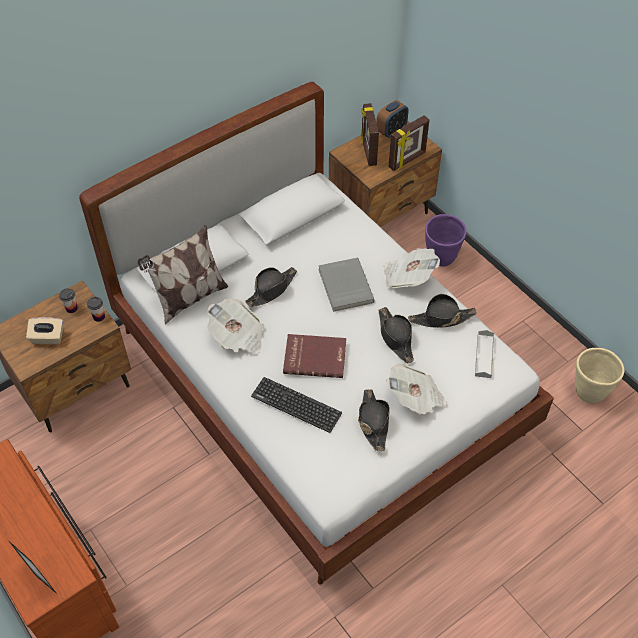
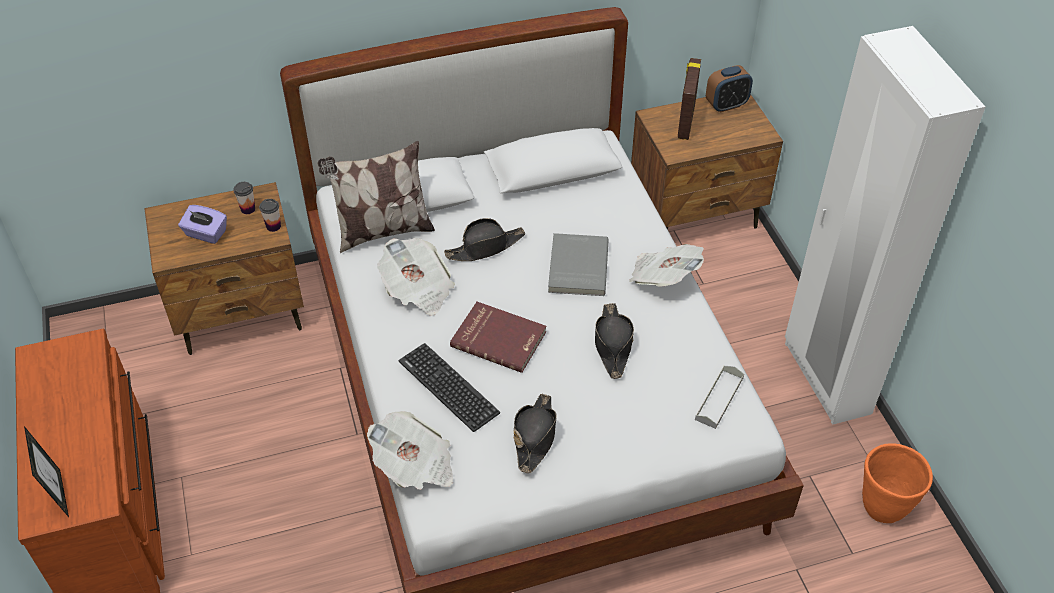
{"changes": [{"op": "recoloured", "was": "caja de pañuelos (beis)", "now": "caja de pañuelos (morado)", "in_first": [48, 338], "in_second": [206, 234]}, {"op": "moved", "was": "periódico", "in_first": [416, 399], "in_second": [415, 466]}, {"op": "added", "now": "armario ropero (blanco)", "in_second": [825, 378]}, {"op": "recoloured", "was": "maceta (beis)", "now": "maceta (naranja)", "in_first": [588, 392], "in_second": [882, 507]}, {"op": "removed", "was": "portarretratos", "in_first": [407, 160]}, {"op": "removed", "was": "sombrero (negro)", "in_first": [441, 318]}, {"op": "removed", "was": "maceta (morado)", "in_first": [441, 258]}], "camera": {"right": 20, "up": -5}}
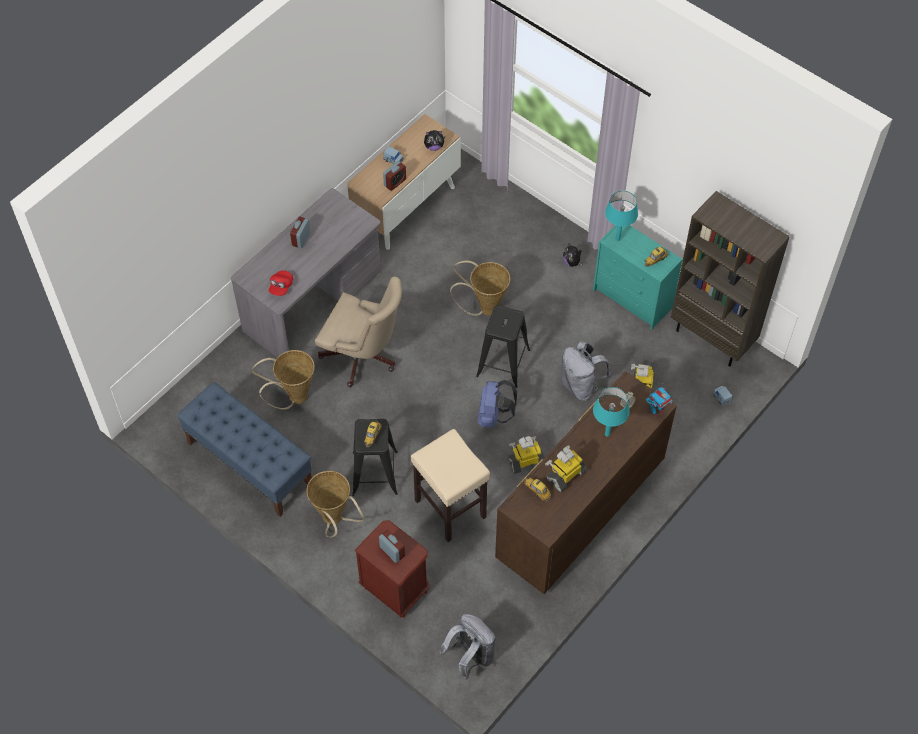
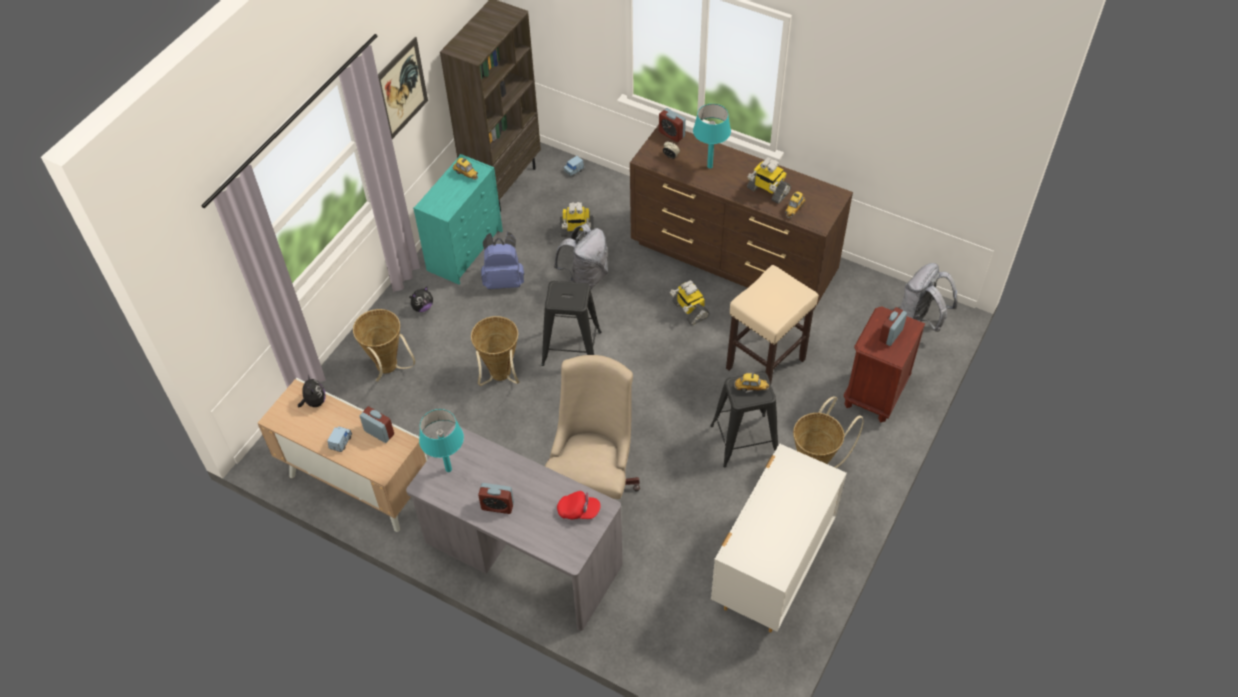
{"changes": [{"op": "moved", "was": "cesta", "in_first": [293, 397], "in_second": [389, 369]}, {"op": "added", "now": "cuadro", "in_second": [401, 89]}, {"op": "moved", "was": "lámpara de mesa (turquesa)", "in_first": [617, 239], "in_second": [449, 469]}, {"op": "moved", "was": "mochila (azul)", "in_first": [494, 416], "in_second": [504, 280]}, {"op": "replaced", "was": "robot de juguete", "now": "despertador", "in_first": [656, 411], "in_second": [671, 134]}, {"op": "replaced", "was": "banco (azul)", "now": "cómoda (blanco)", "in_first": [249, 463], "in_second": [771, 571]}], "camera": {"right": -100, "up": -5}}
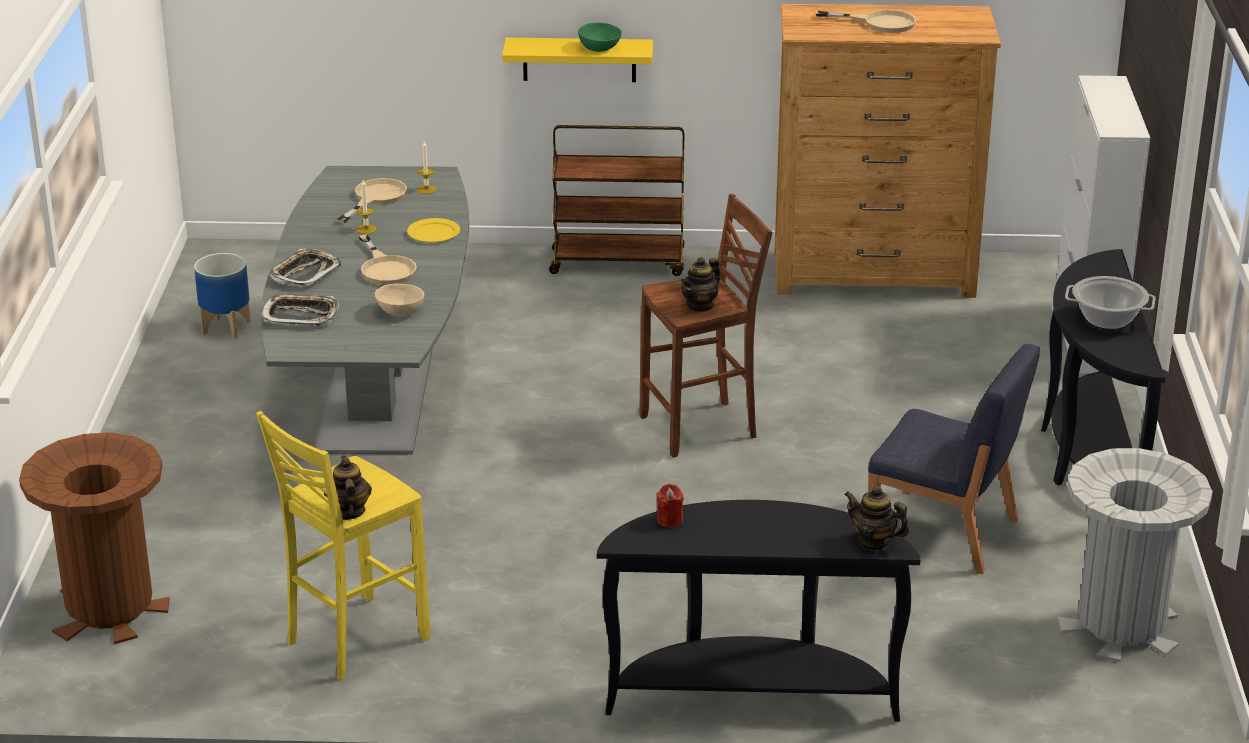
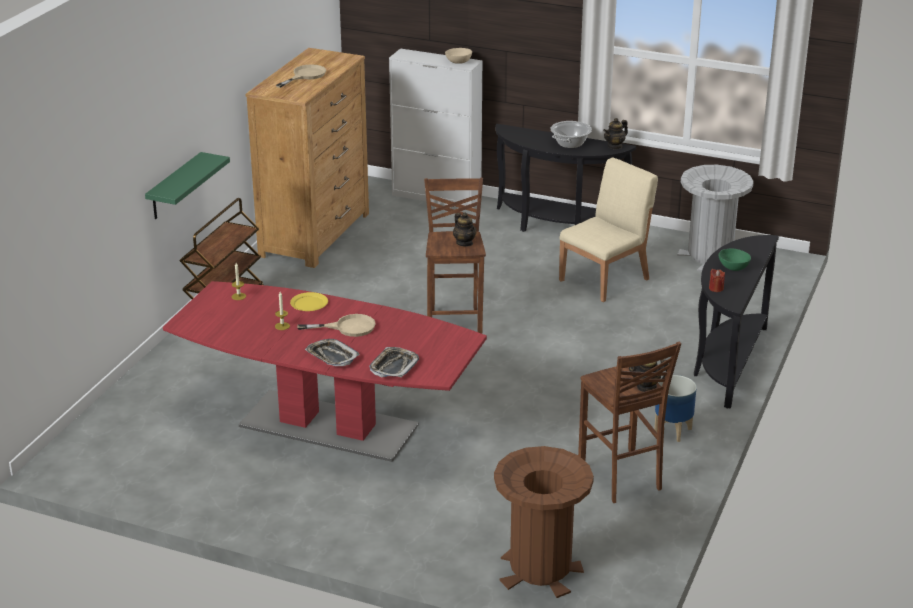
{"changes": [{"op": "recoloured", "was": "estante (amarillo)", "now": "estante (verde)", "in_first": [579, 59], "in_second": [174, 187]}, {"op": "recoloured", "was": "mesa de comedor (gris)", "now": "mesa de comedor (rojo)", "in_first": [377, 392], "in_second": [328, 425]}, {"op": "moved", "was": "cuenco (beis)", "in_first": [400, 312], "in_second": [459, 62]}, {"op": "recoloured", "was": "silla (azul)", "now": "silla (beis)", "in_first": [944, 532], "in_second": [605, 279]}, {"op": "recoloured", "was": "taburete (amarillo)", "now": "taburete (marrón)", "in_first": [353, 640], "in_second": [621, 479]}, {"op": "moved", "was": "tetera", "in_first": [874, 542], "in_second": [615, 146]}, {"op": "moved", "was": "maceta", "in_first": [227, 327], "in_second": [673, 430]}, {"op": "moved", "was": "cuenco (verde)", "in_first": [598, 48], "in_second": [733, 267]}, {"op": "removed", "was": "sartén (beis)", "in_first": [375, 198]}], "camera": {"right": -70, "up": 0}}
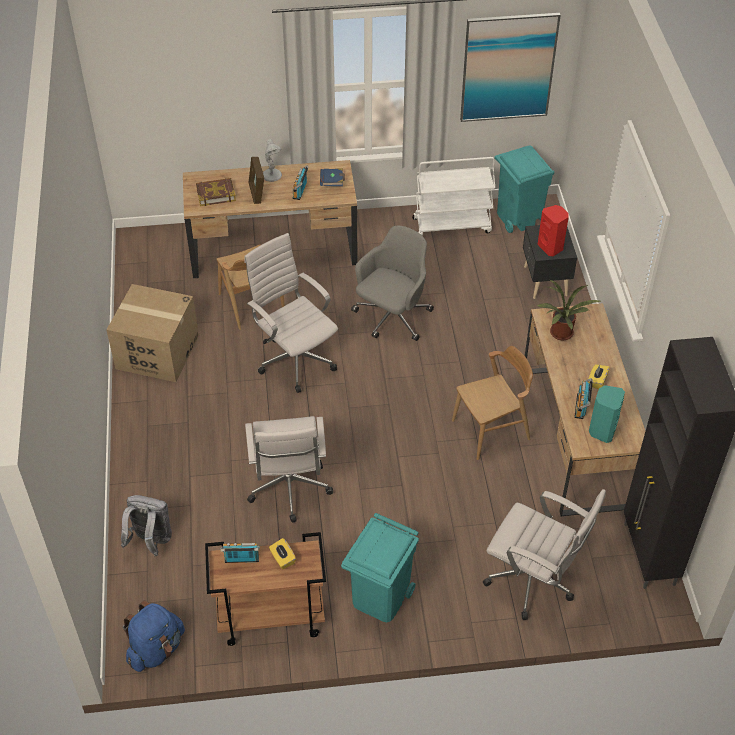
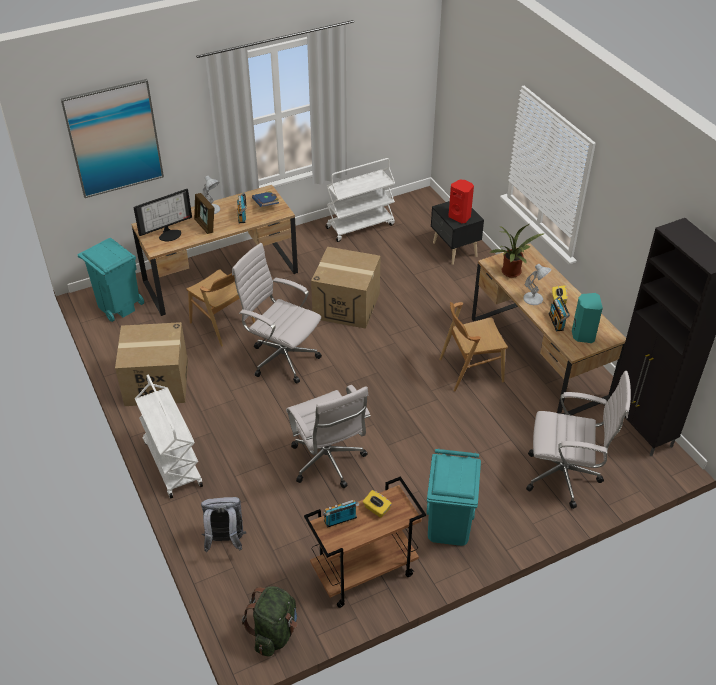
{"changes": [{"op": "moved", "was": "cuadro", "in_first": [508, 67], "in_second": [114, 139]}, {"op": "moved", "was": "papelera (turquesa)", "in_first": [518, 218], "in_second": [118, 306]}, {"op": "replaced", "was": "libro", "now": "monitor", "in_first": [215, 194], "in_second": [169, 234]}, {"op": "added", "now": "carrito (blanco)", "in_second": [172, 463]}, {"op": "recoloured", "was": "mochila (azul)", "now": "mochila (verde)", "in_first": [156, 649], "in_second": [274, 632]}, {"op": "replaced", "was": "silla de oficina (gris)", "now": "caja de cartón", "in_first": [392, 317], "in_second": [346, 305]}, {"op": "turned", "was": "silla (marrón)", "in_first": [491, 430], "in_second": [470, 370], "clockwise": -150}, {"op": "added", "now": "lámpara de mesa (blanco)", "in_second": [534, 299]}], "camera": {"right": -20, "up": -5}}
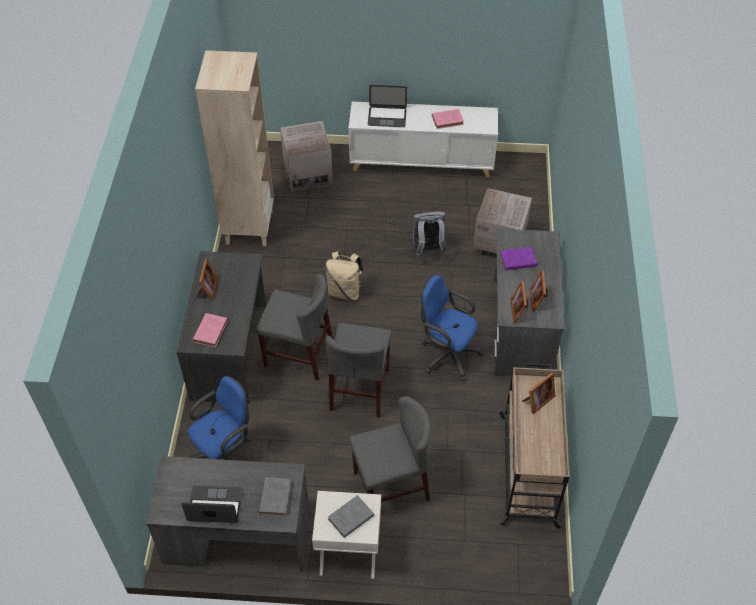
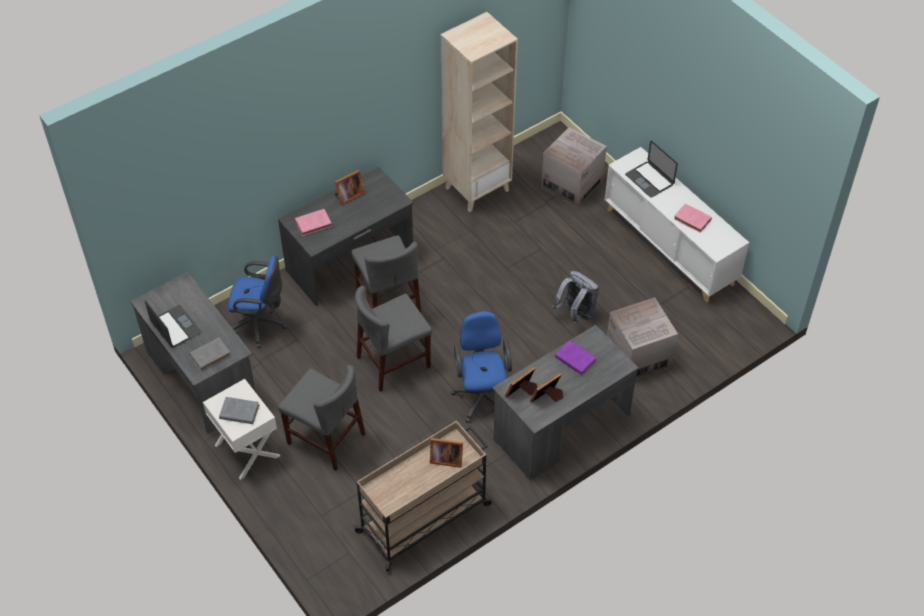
{"changes": [{"op": "removed", "was": "mochila (beis)", "in_first": [345, 291]}], "camera": {"right": 50, "up": 0}}
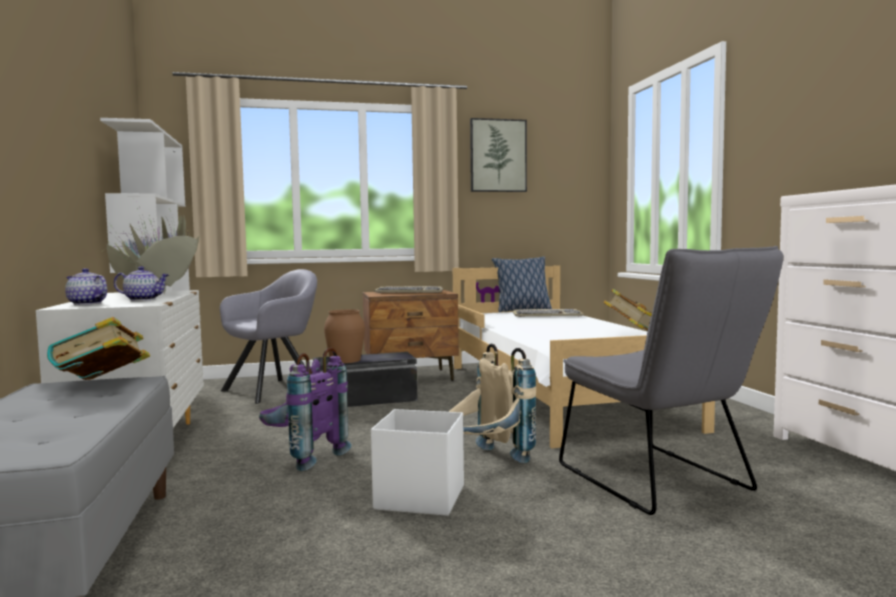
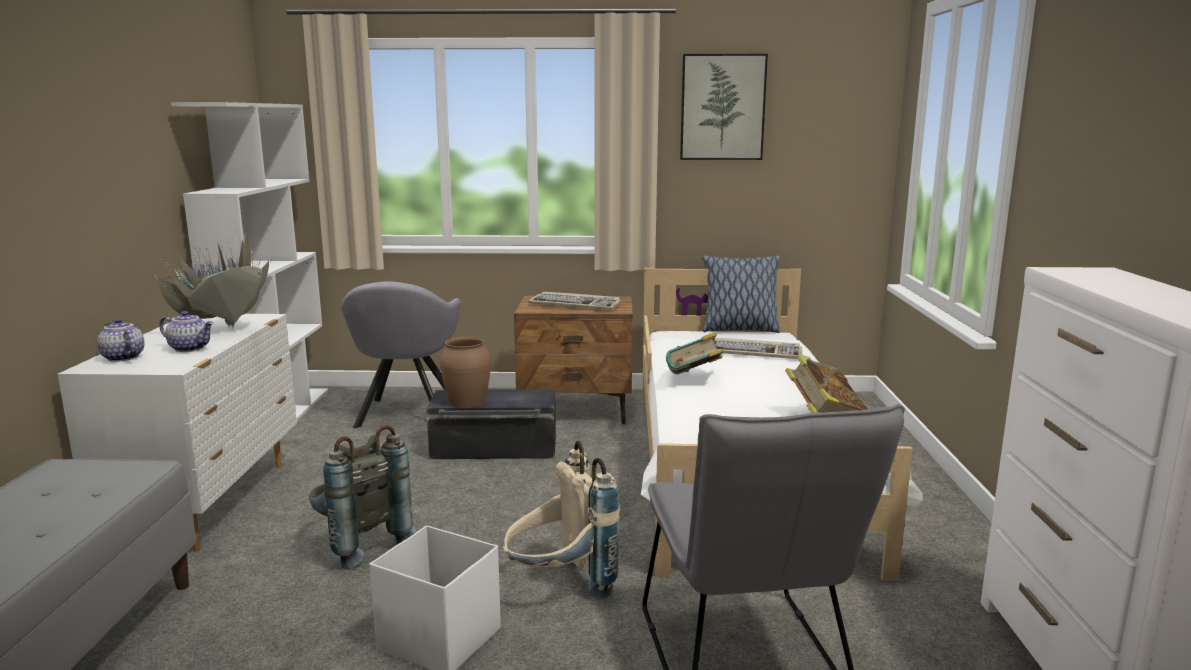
{"changes": [{"op": "recoloured", "was": "mochila (morado)", "now": "mochila (gris)", "in_first": [302, 457], "in_second": [359, 543]}, {"op": "turned", "was": "sillón (gris)", "in_first": [275, 389], "in_second": [406, 415], "clockwise": 120}, {"op": "moved", "was": "libro", "in_first": [103, 384], "in_second": [694, 380]}], "camera": {"right": 15, "up": 10}}
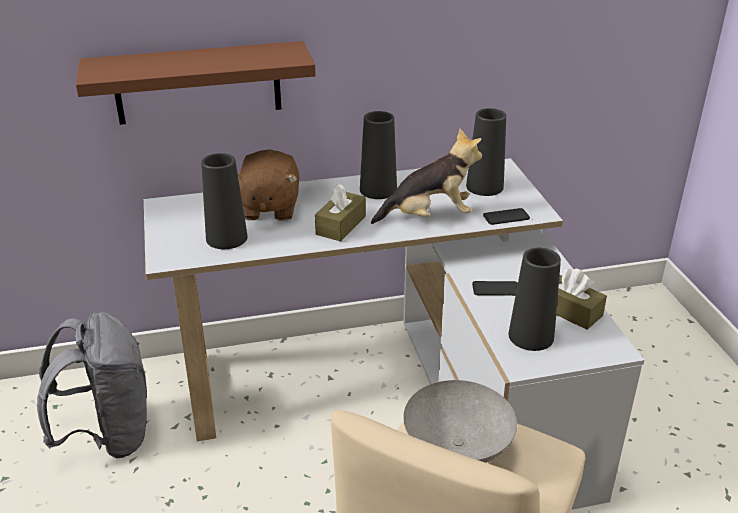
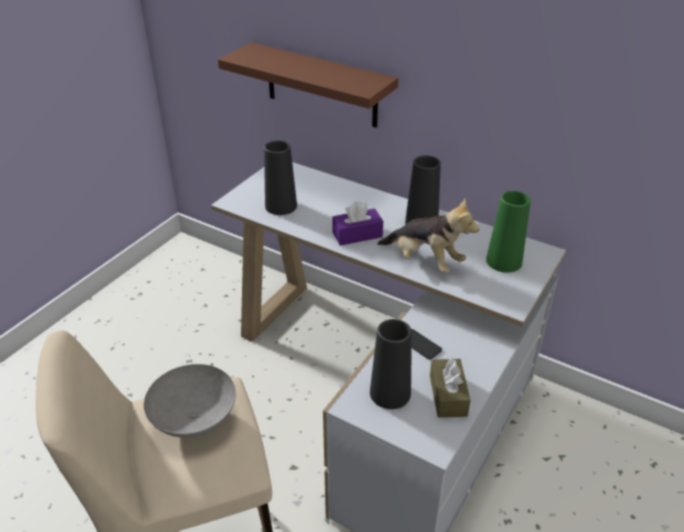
{"changes": [{"op": "recoloured", "was": "caja de pañuelos (marrón)", "now": "caja de pañuelos (morado)", "in_first": [341, 225], "in_second": [357, 234]}, {"op": "recoloured", "was": "florero (negro)", "now": "florero (verde)", "in_first": [484, 187], "in_second": [504, 261]}, {"op": "removed", "was": "mochila (gris)", "in_first": [109, 435]}, {"op": "removed", "was": "peluche (marrón)", "in_first": [269, 208]}, {"op": "removed", "was": "móvil", "in_first": [506, 217]}], "camera": {"right": 45, "up": 5}}
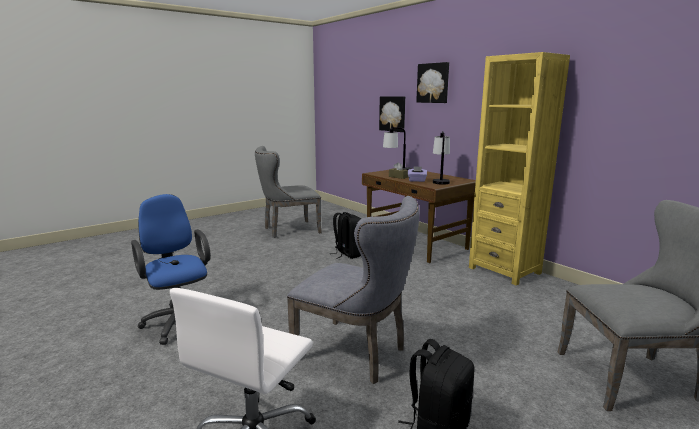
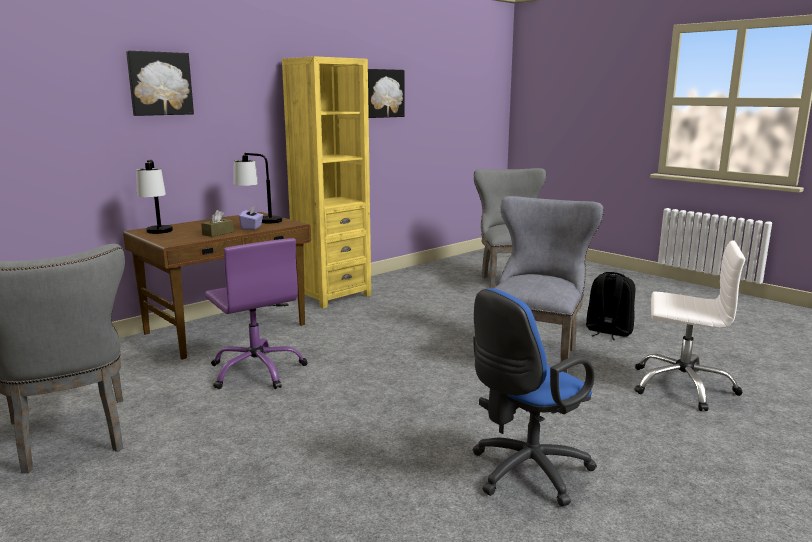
{"changes": [{"op": "replaced", "was": "mochila (negro)", "now": "silla de oficina (morado)", "in_first": [348, 254], "in_second": [257, 371]}, {"op": "moved", "was": "cuadro", "in_first": [393, 113], "in_second": [384, 93]}], "camera": {"right": -95, "up": 0}}
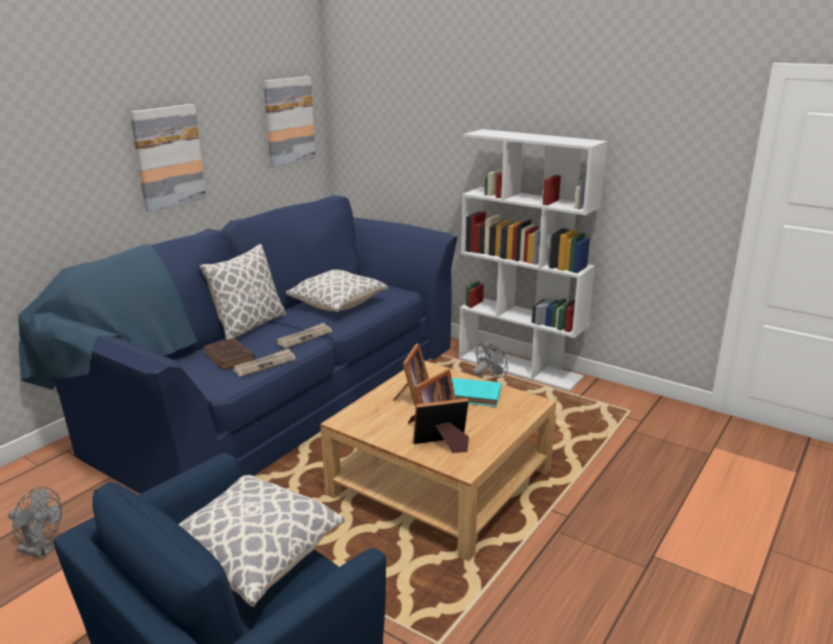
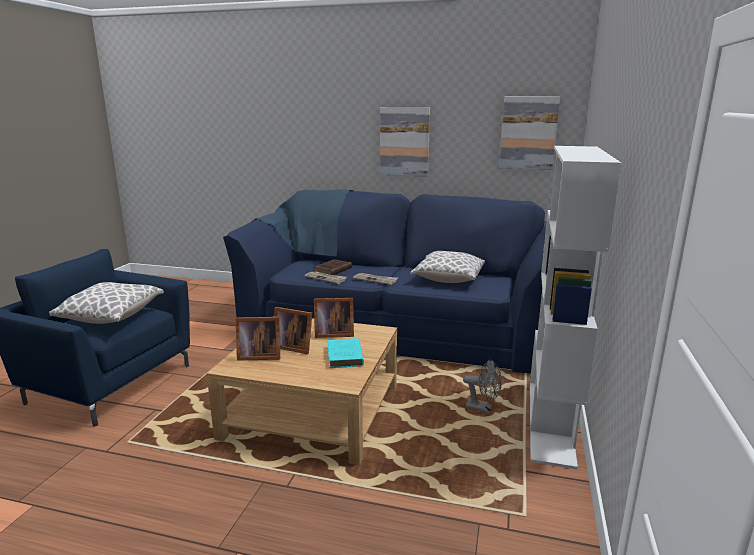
{"changes": [{"op": "turned", "was": "portarretratos", "in_first": [443, 445], "in_second": [258, 356], "clockwise": 120}, {"op": "removed", "was": "ventilador (gris)", "in_first": [42, 550]}, {"op": "removed", "was": "cojín", "in_first": [249, 326]}], "camera": {"right": 70, "up": -5}}
